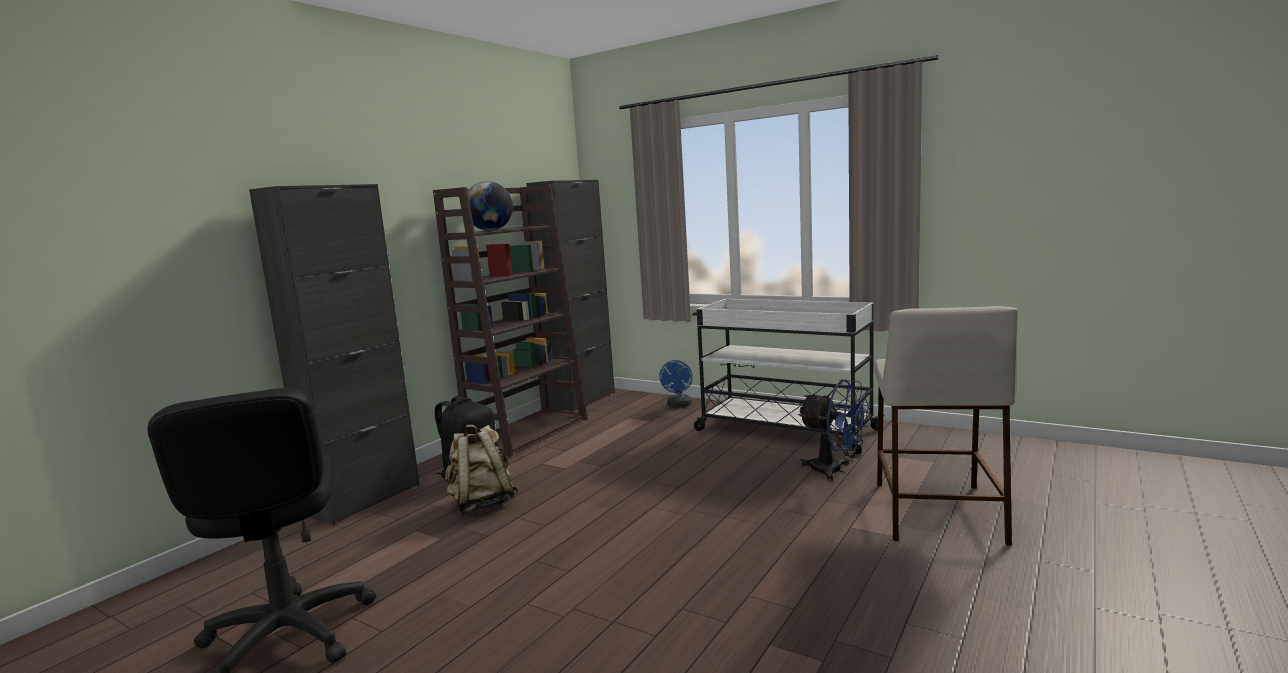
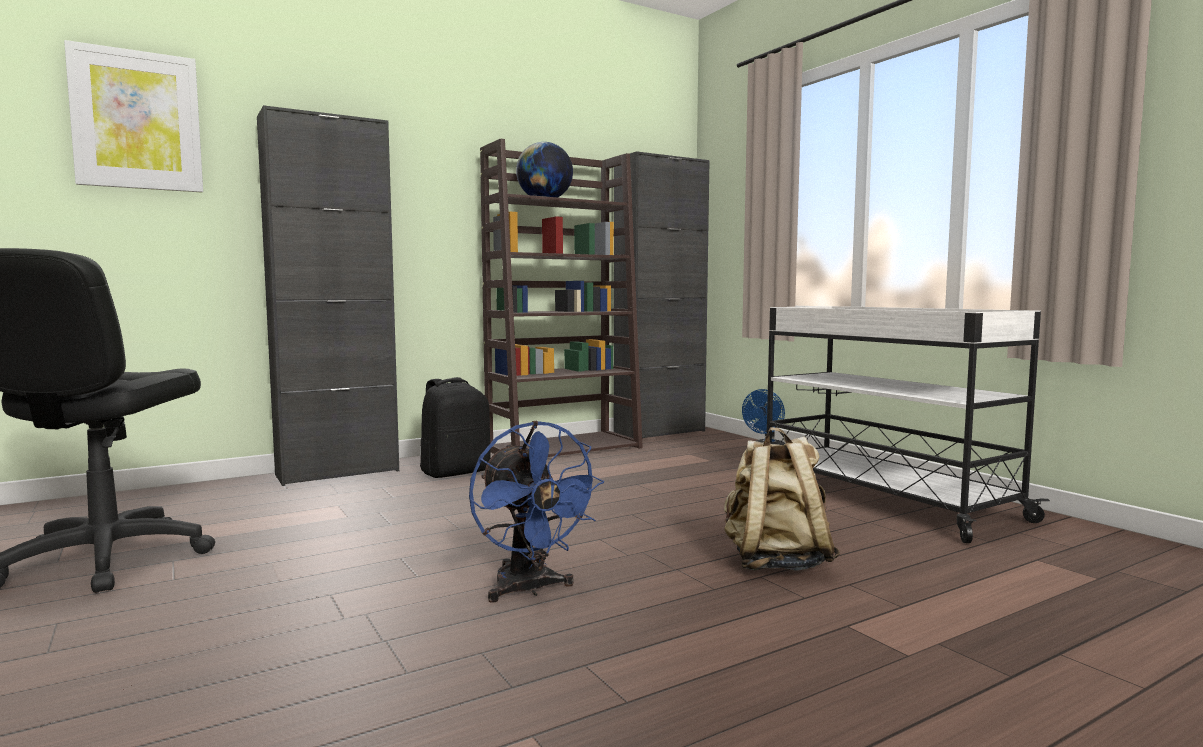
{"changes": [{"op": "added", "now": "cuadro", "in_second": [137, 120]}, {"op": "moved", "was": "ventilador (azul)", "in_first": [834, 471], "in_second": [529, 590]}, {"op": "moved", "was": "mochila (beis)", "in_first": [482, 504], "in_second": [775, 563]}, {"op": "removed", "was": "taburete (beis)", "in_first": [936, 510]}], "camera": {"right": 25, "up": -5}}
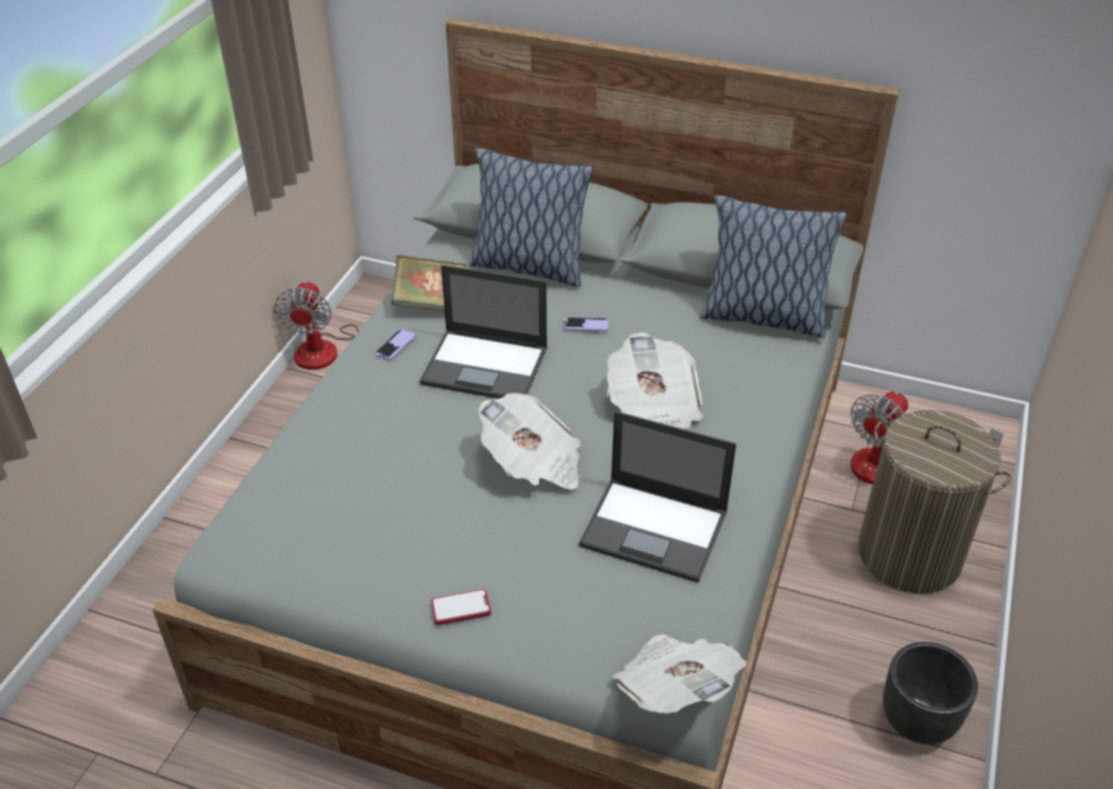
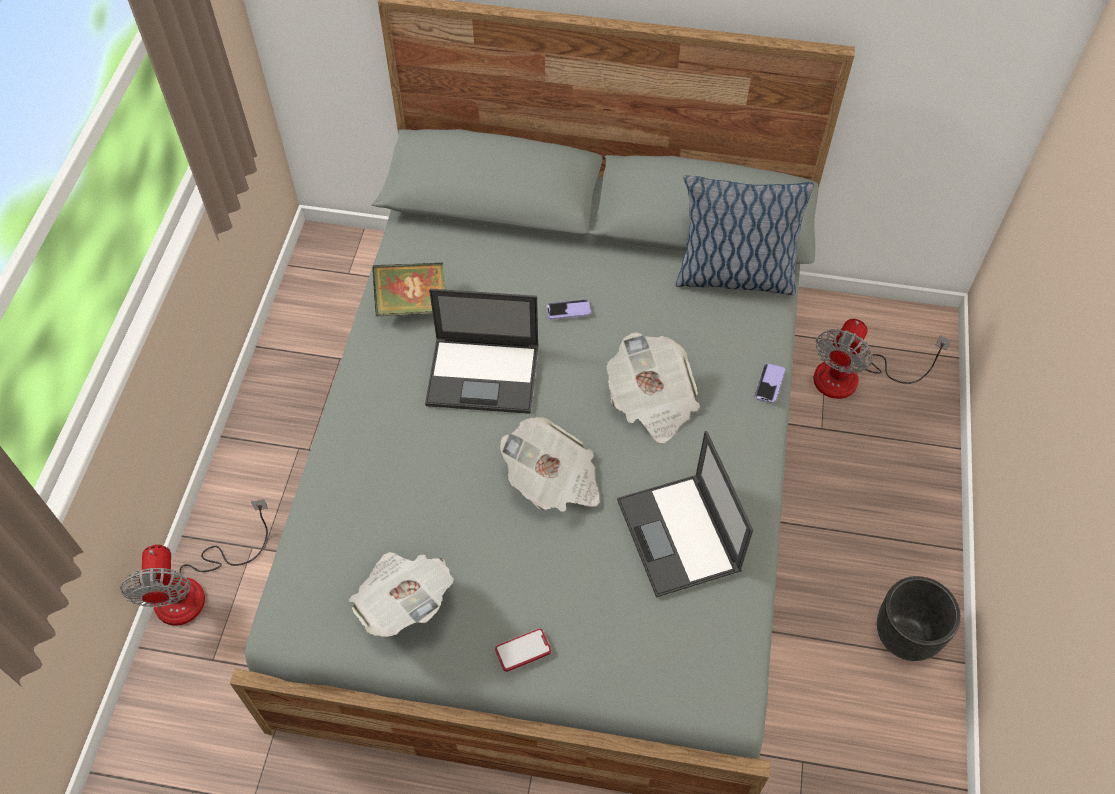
{"changes": [{"op": "moved", "was": "ventilador", "in_first": [331, 349], "in_second": [196, 588]}, {"op": "moved", "was": "periódico", "in_first": [675, 689], "in_second": [403, 601]}, {"op": "turned", "was": "portátil", "in_first": [656, 529], "in_second": [679, 536], "clockwise": 60}, {"op": "moved", "was": "móvil", "in_first": [395, 346], "in_second": [769, 384]}, {"op": "removed", "was": "cojín", "in_first": [528, 267]}, {"op": "removed", "was": "cesto de la ropa", "in_first": [909, 554]}], "camera": {"right": -10, "up": 15}}
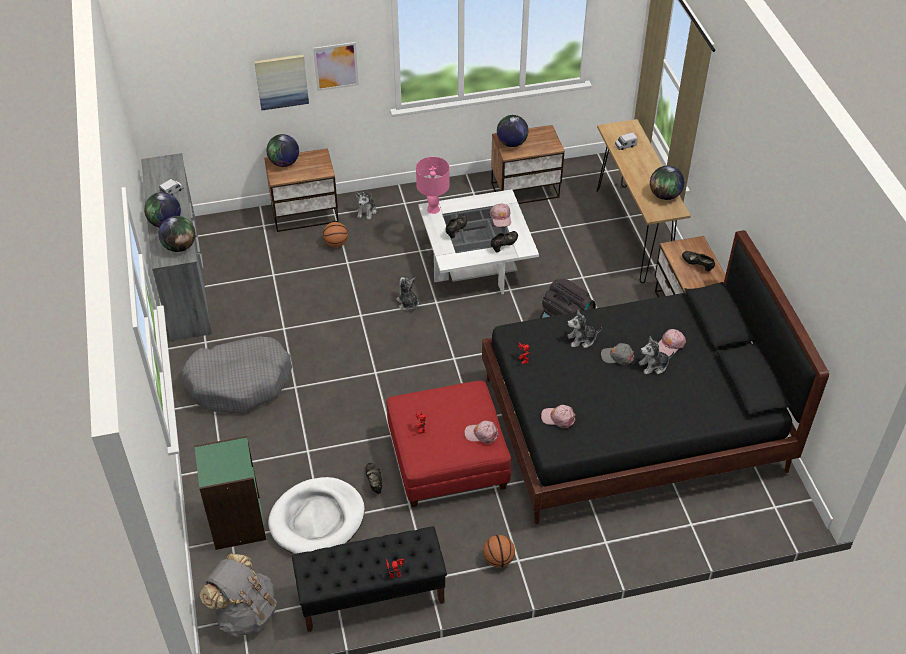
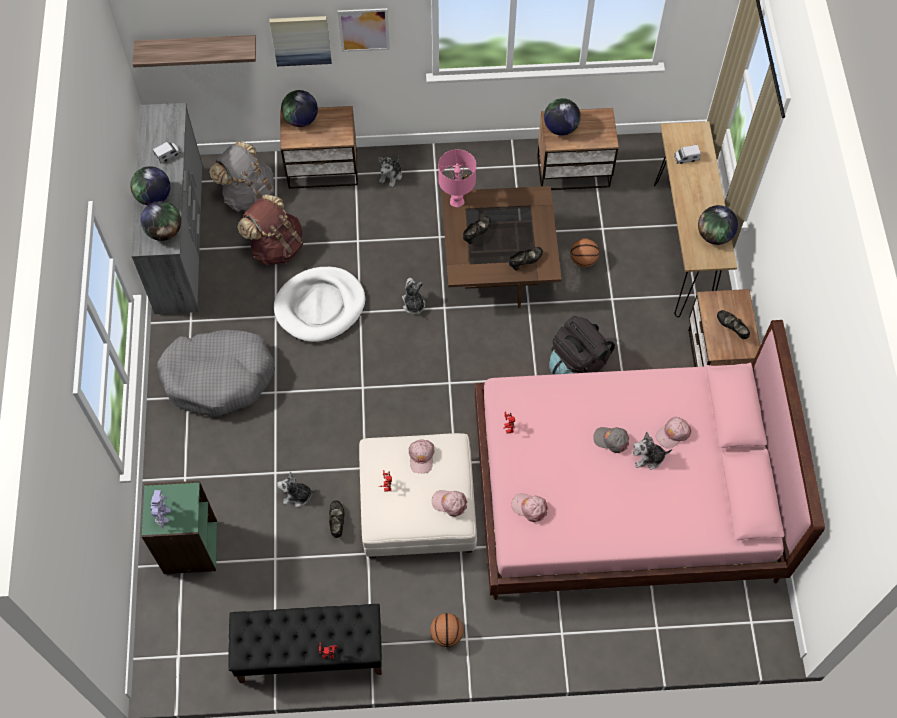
{"changes": [{"op": "added", "now": "estante", "in_second": [197, 48]}, {"op": "added", "now": "robot de juguete", "in_second": [163, 514]}, {"op": "moved", "was": "mochila (gris)", "in_first": [245, 613], "in_second": [248, 194]}, {"op": "added", "now": "mochila (marrón)", "in_second": [276, 247]}, {"op": "moved", "was": "cama para perro (blanco)", "in_first": [317, 519], "in_second": [320, 306]}, {"op": "moved", "was": "peluche", "in_first": [582, 339], "in_second": [297, 496]}, {"op": "recoloured", "was": "puf (rojo)", "now": "puf (blanco)", "in_first": [448, 460], "in_second": [418, 508]}, {"op": "moved", "was": "gorra (rosa)", "in_first": [501, 218], "in_second": [421, 457]}, {"op": "recoloured", "was": "mesa de centro (blanco)", "now": "mesa de centro (marrón)", "in_first": [476, 264], "in_second": [498, 263]}, {"op": "recoloured", "was": "cama (negro)", "now": "cama (rosa)", "in_first": [633, 425], "in_second": [623, 497]}, {"op": "moved", "was": "balón de baloncesto", "in_first": [336, 243], "in_second": [583, 260]}], "camera": {"right": 10, "up": 15}}
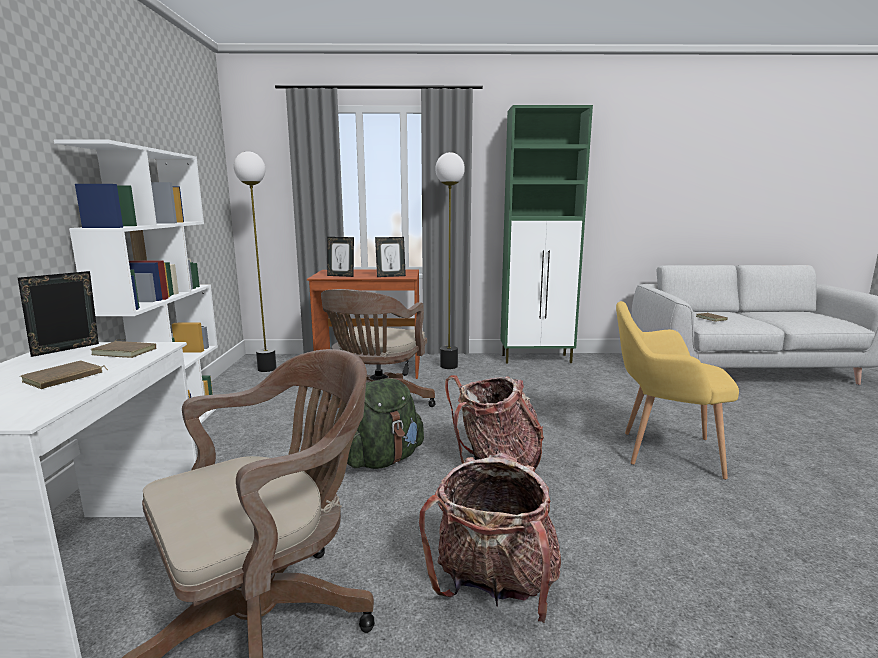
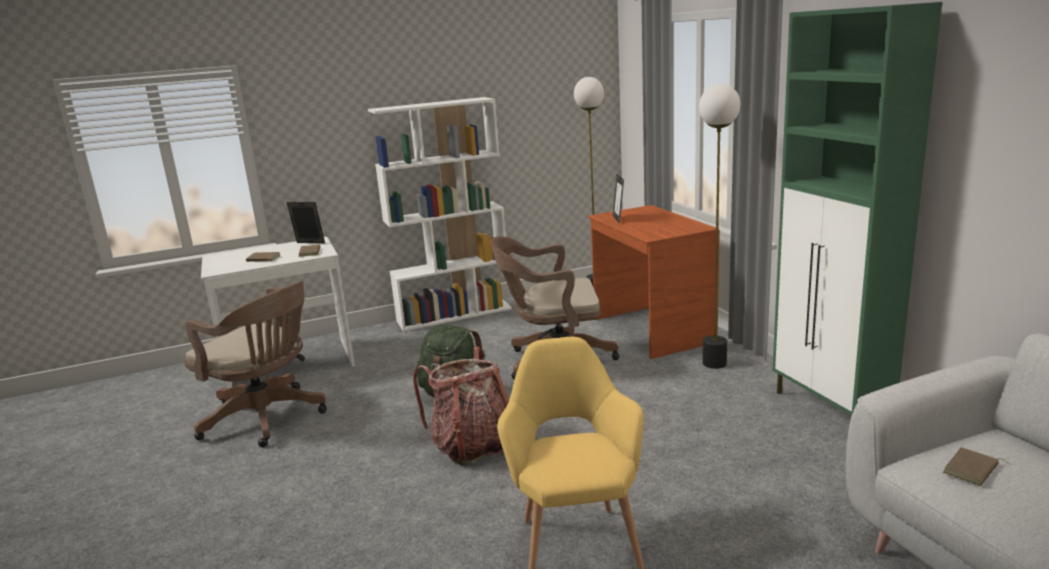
{"changes": [{"op": "removed", "was": "portarretratos", "in_first": [391, 276]}, {"op": "removed", "was": "mochila", "in_first": [495, 587]}], "camera": {"right": 70, "up": 5}}
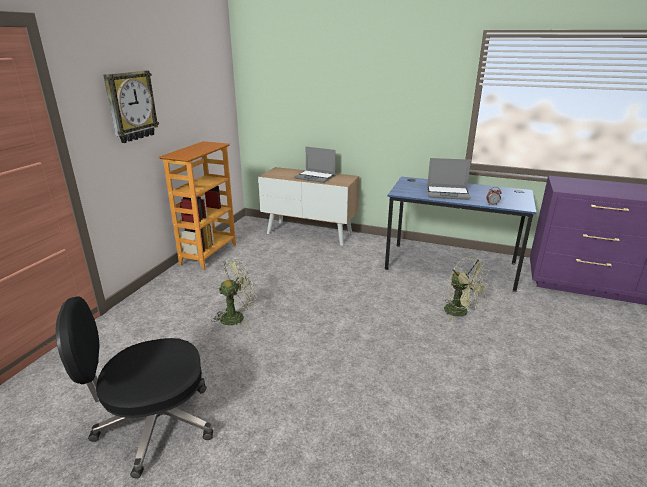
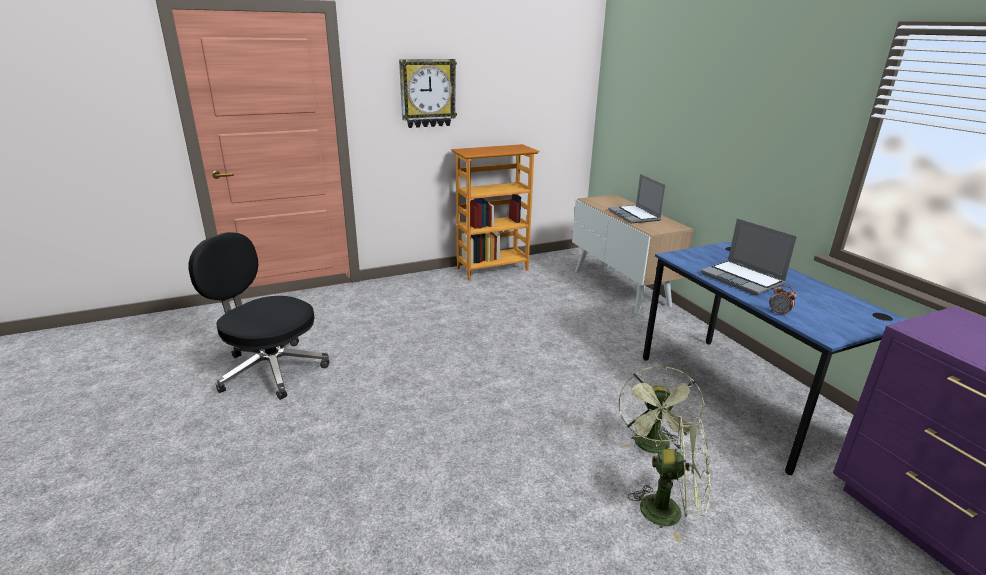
{"changes": [{"op": "moved", "was": "ventilador (verde)", "in_first": [237, 316], "in_second": [670, 511]}], "camera": {"right": 45, "up": 0}}
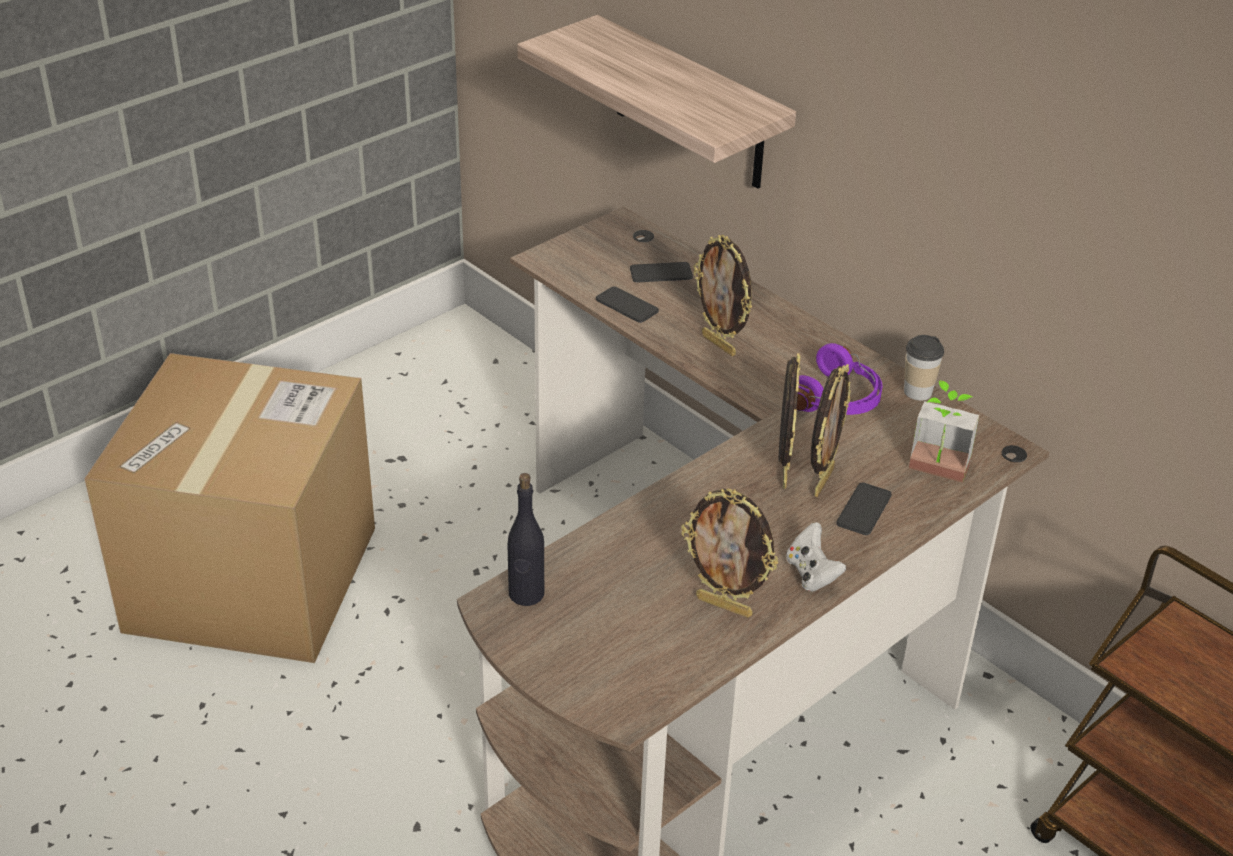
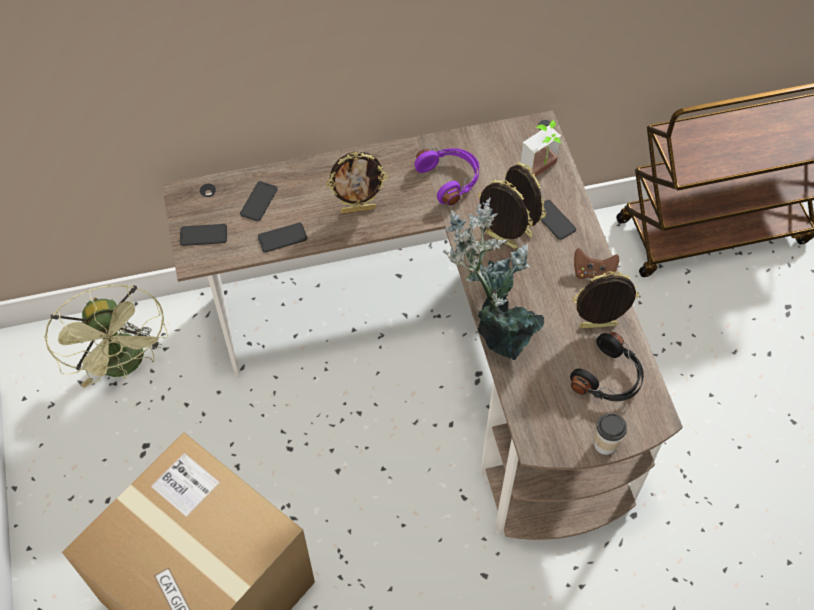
{"changes": [{"op": "added", "now": "ventilador (verde)", "in_second": [125, 365]}, {"op": "added", "now": "móvil", "in_second": [203, 235]}, {"op": "added", "now": "planta en maceta", "in_second": [493, 325]}, {"op": "added", "now": "auriculares (negro)", "in_second": [609, 378]}, {"op": "turned", "was": "portarretratos", "in_first": [725, 606], "in_second": [597, 327], "clockwise": -150}, {"op": "recoloured", "was": "mando de consola (blanco)", "now": "mando de consola (marrón)", "in_first": [811, 574], "in_second": [593, 273]}, {"op": "moved", "was": "taza", "in_first": [917, 391], "in_second": [605, 444]}, {"op": "removed", "was": "botella (negro)", "in_first": [526, 594]}, {"op": "removed", "was": "estante", "in_first": [689, 105]}], "camera": {"right": -60, "up": 20}}
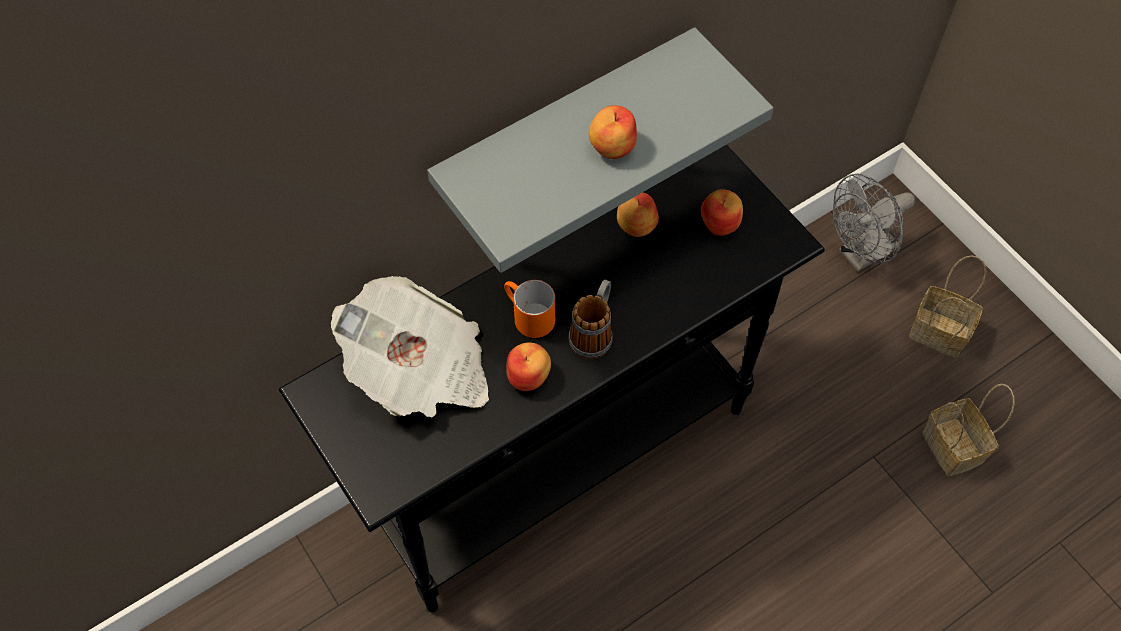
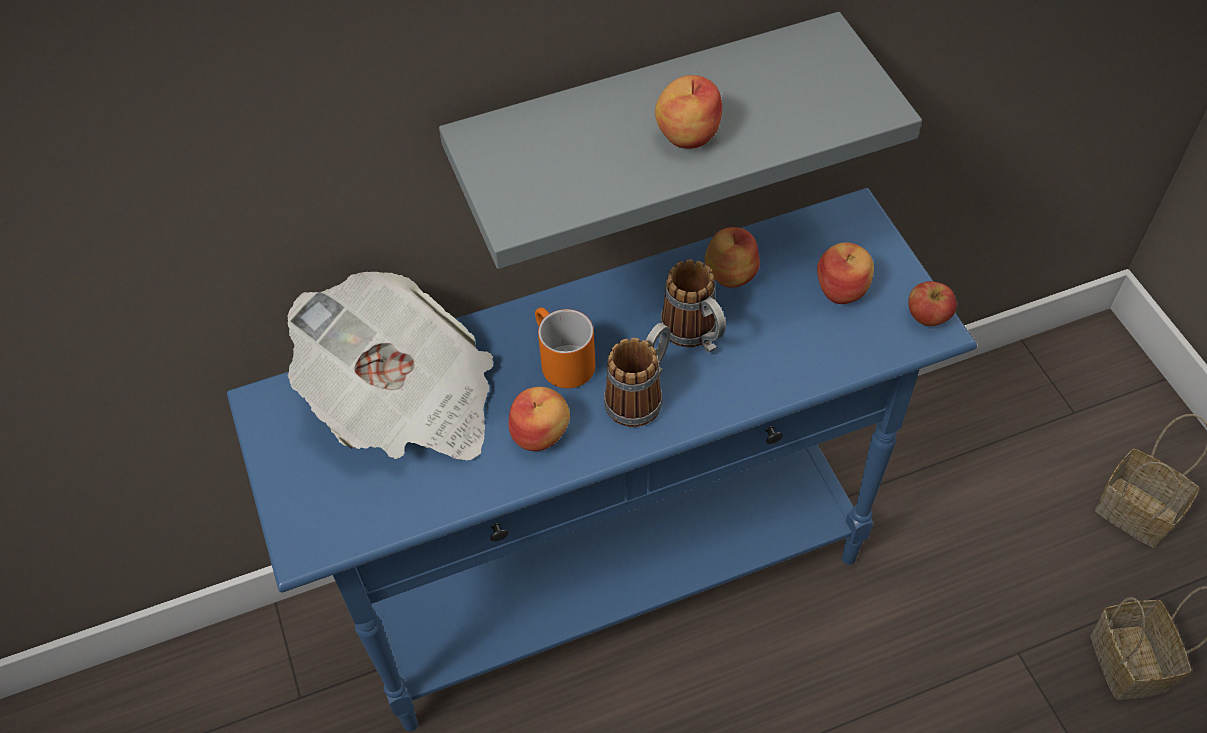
{"changes": [{"op": "recoloured", "was": "mesa consola (negro)", "now": "mesa consola (azul)", "in_first": [560, 461], "in_second": [613, 578]}, {"op": "added", "now": "taza grande", "in_second": [695, 336]}, {"op": "added", "now": "manzana", "in_second": [927, 317]}, {"op": "removed", "was": "ventilador (gris)", "in_first": [861, 255]}], "camera": {"right": 15, "up": -5}}
